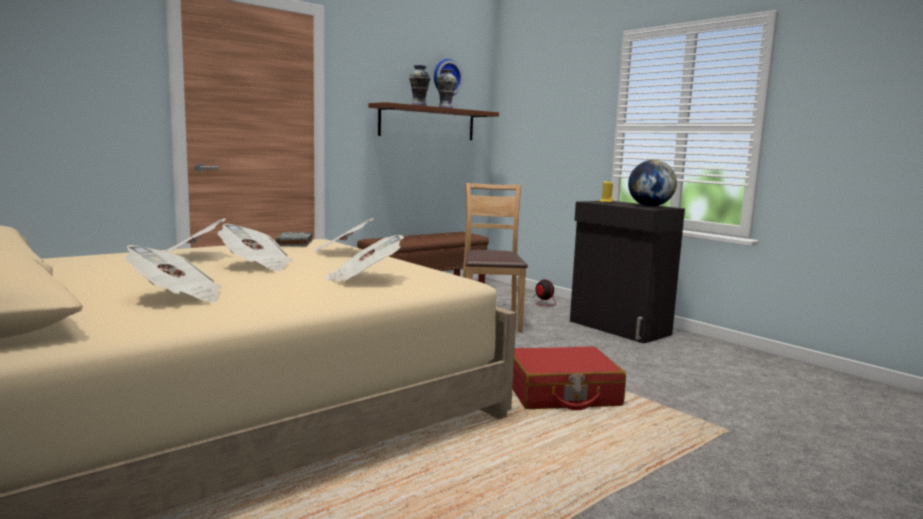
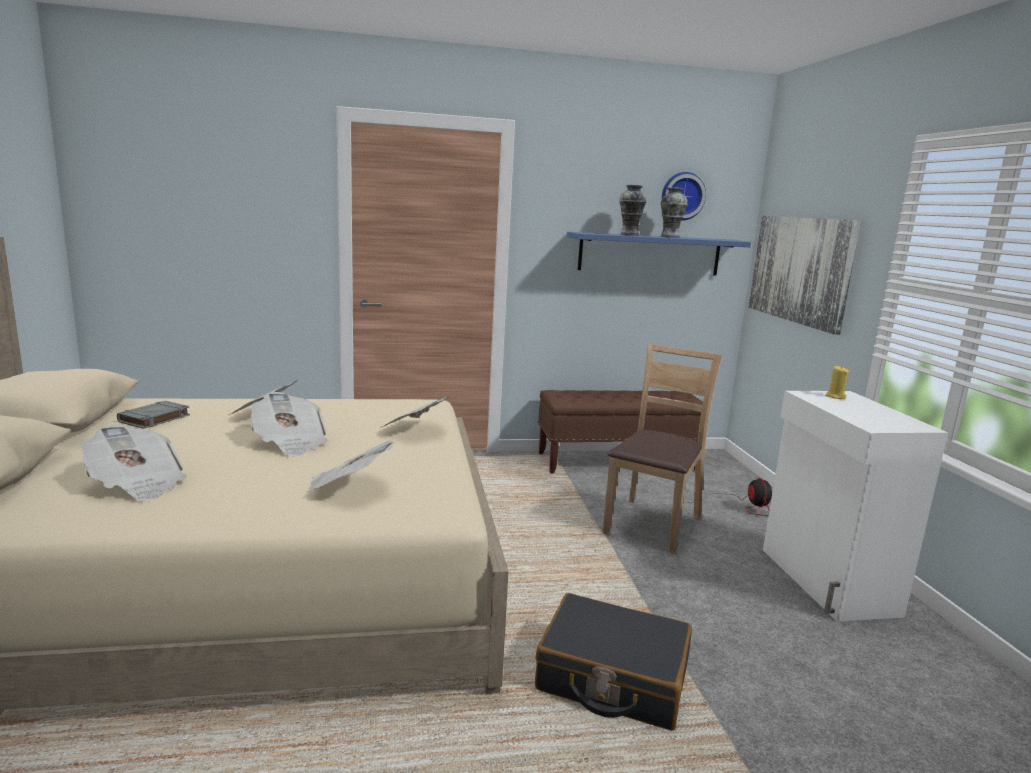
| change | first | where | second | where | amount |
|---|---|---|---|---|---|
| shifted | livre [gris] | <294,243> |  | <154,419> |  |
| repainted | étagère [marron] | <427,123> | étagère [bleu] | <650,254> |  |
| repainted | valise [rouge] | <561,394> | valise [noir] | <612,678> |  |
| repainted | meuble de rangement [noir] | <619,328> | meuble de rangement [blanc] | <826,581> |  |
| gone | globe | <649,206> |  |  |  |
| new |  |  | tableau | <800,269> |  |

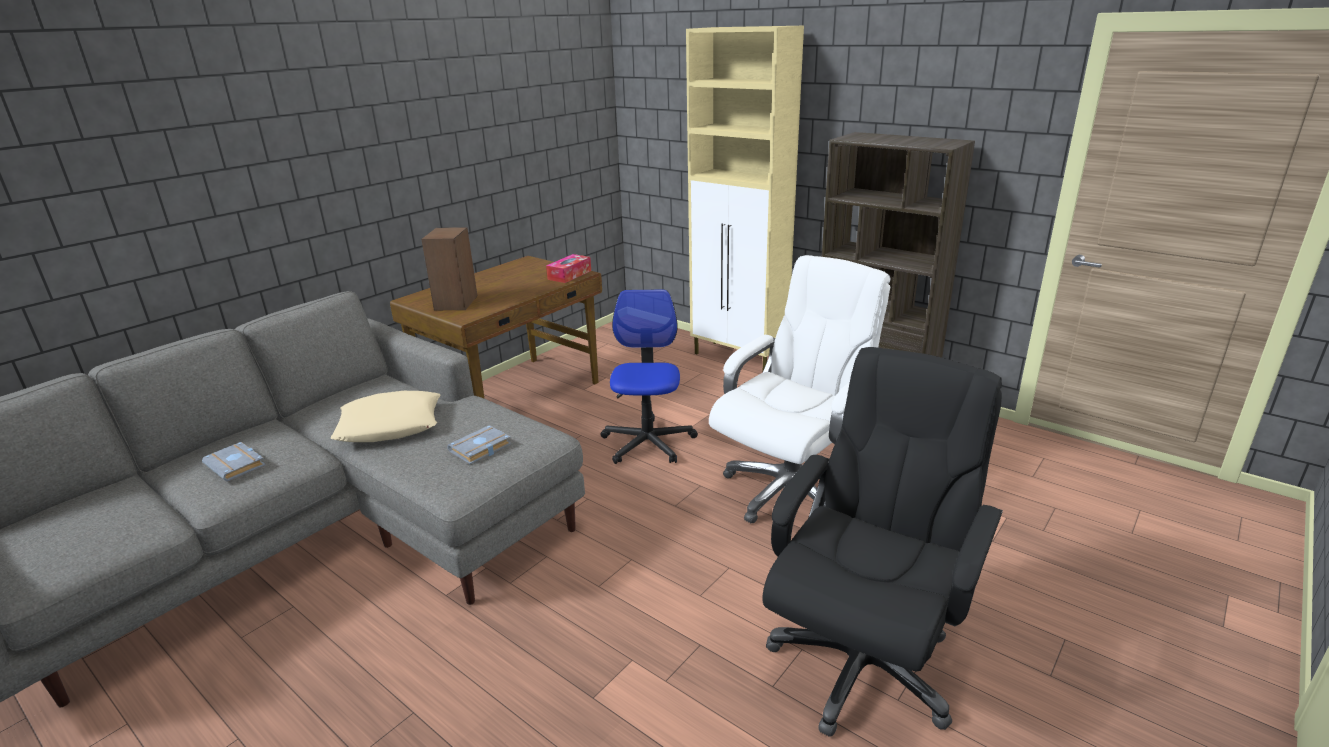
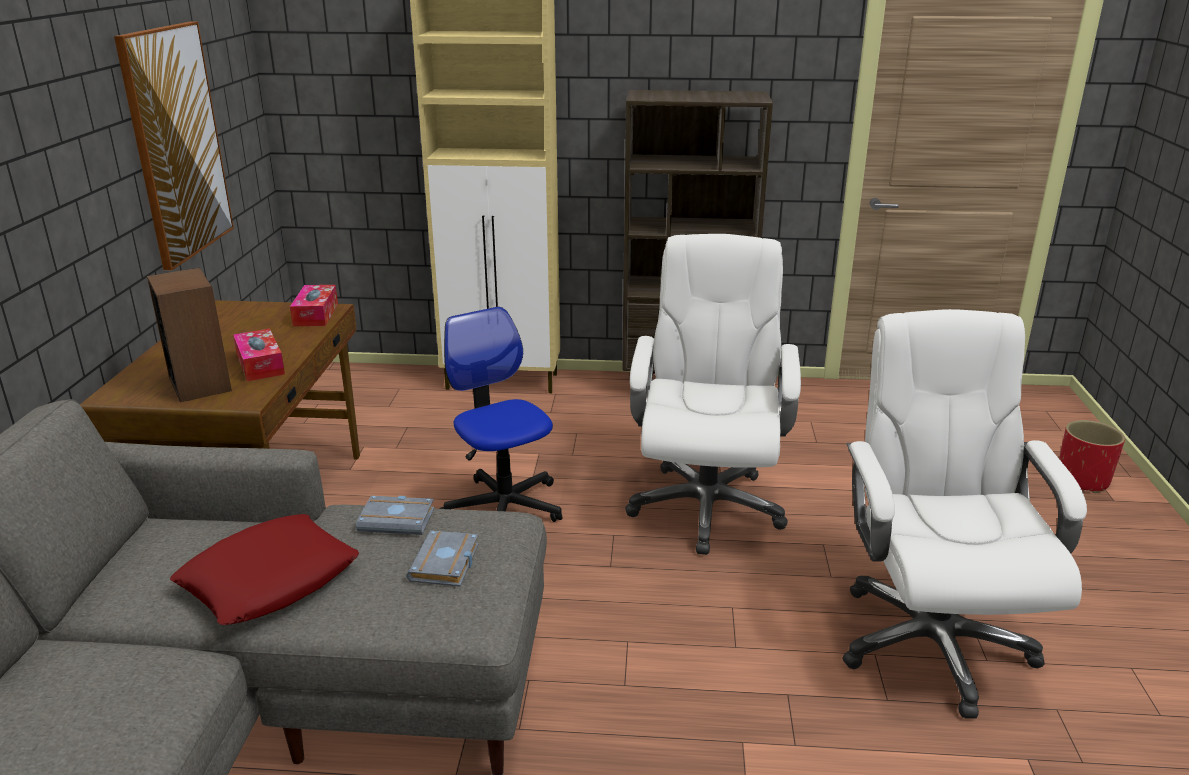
| change | first | where | second | where | amount |
|---|---|---|---|---|---|
| shifted | livre [gris] | <237,465> |  | <398,519> |  |
| repainted | coussin [beige] | <390,425> | coussin [rouge] | <270,579> |  |
| repainted | chaise de bureau [noir] | <863,662> | chaise de bureau [blanc] | <931,641> |  |
| new |  |  | tableau | <176,143> |  |
| new |  |  | boîte à mouchoirs | <260,364> |  |
| new |  |  | cache-pot [rouge] | <1082,480> |  |

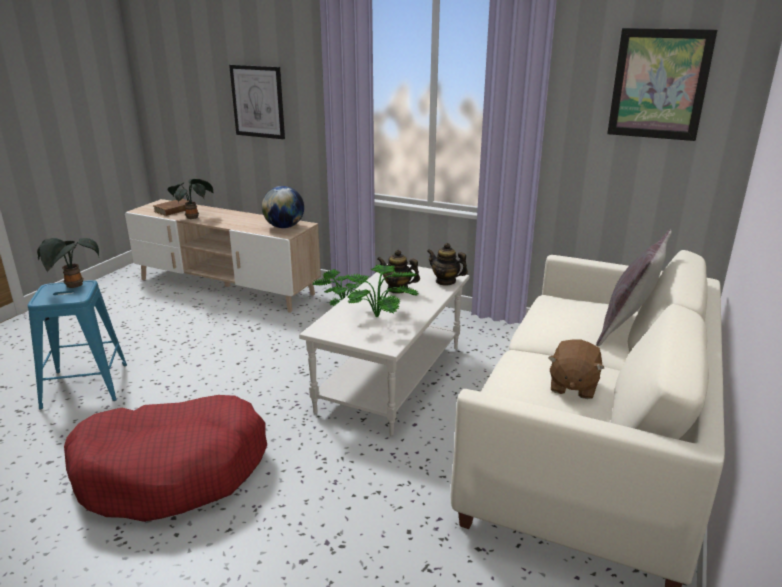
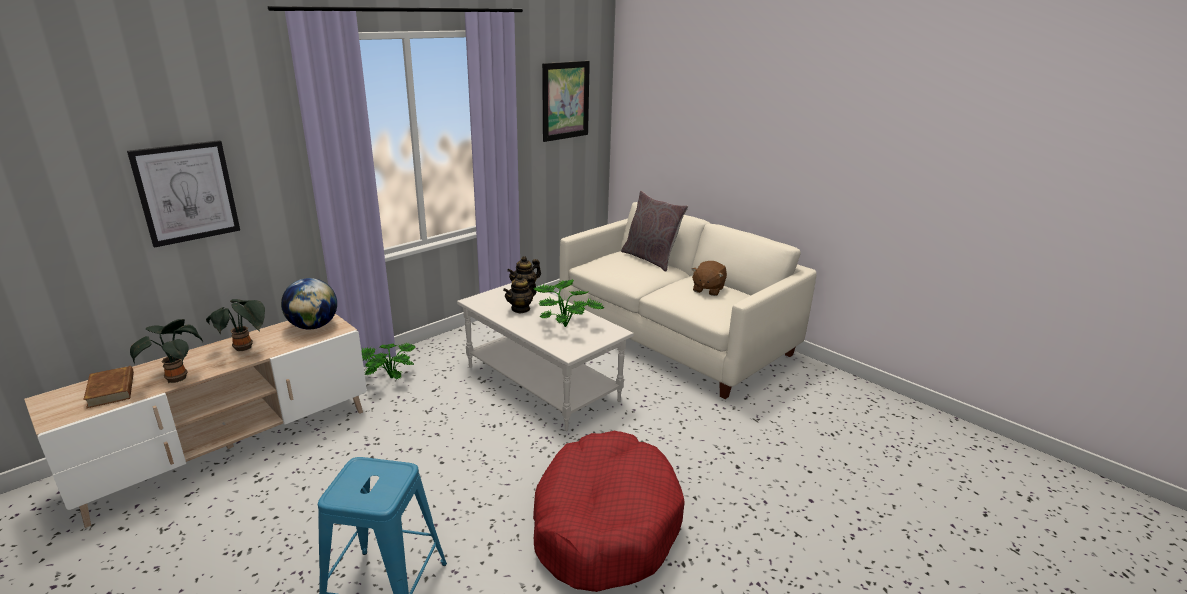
| change | first | where | second | where | amount |
|---|---|---|---|---|---|
| shifted | plante en pot | <73,286> |  | <245,348> |  |
| rotated | peluche [marron] | <572,386> |  | <707,289> | 75 degrees clockwise |

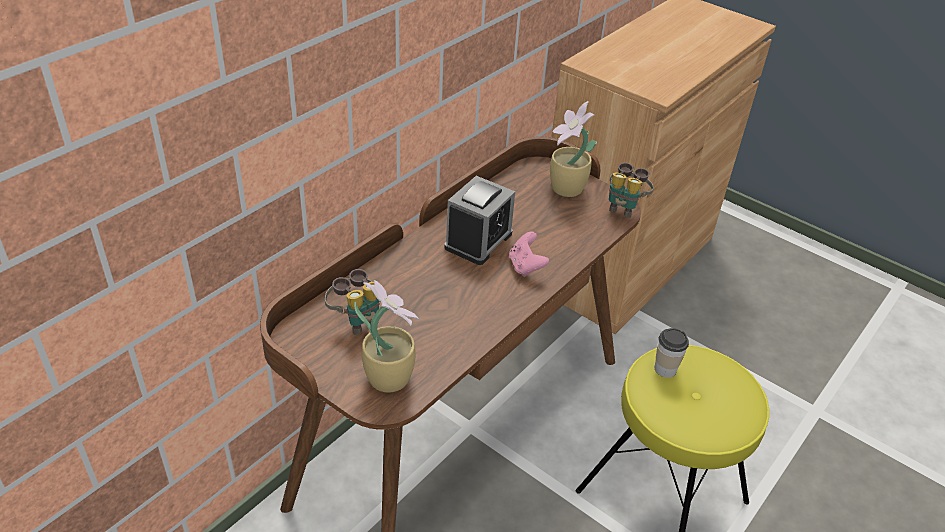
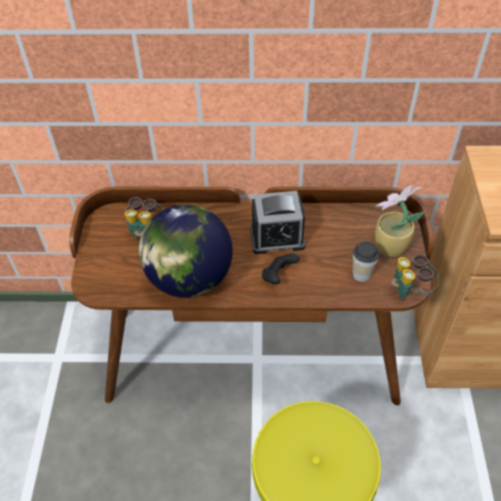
| change | first | where | second | where | amount |
|---|---|---|---|---|---|
| gone | plante en pot | <388,376> |  |  |  |
| repainted | manette [rose] | <526,266> | manette [noir] | <278,276> |  |
| shifted | tasse | <665,369> |  | <361,274> |  |
| new |  |  | globe | <189,279> |  |

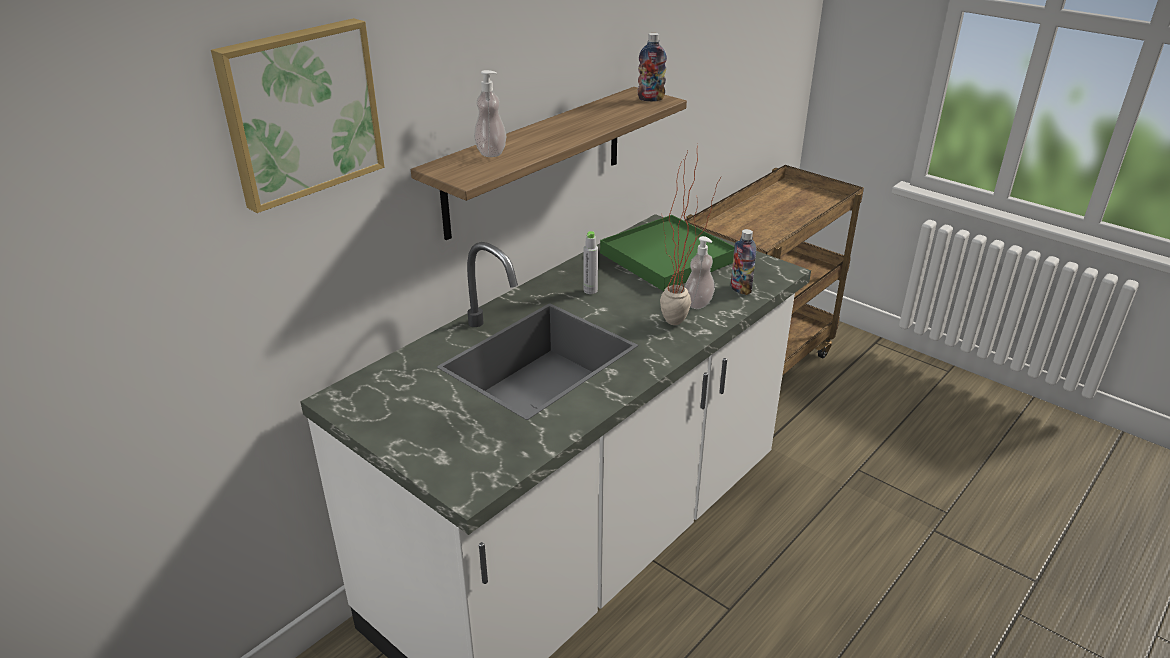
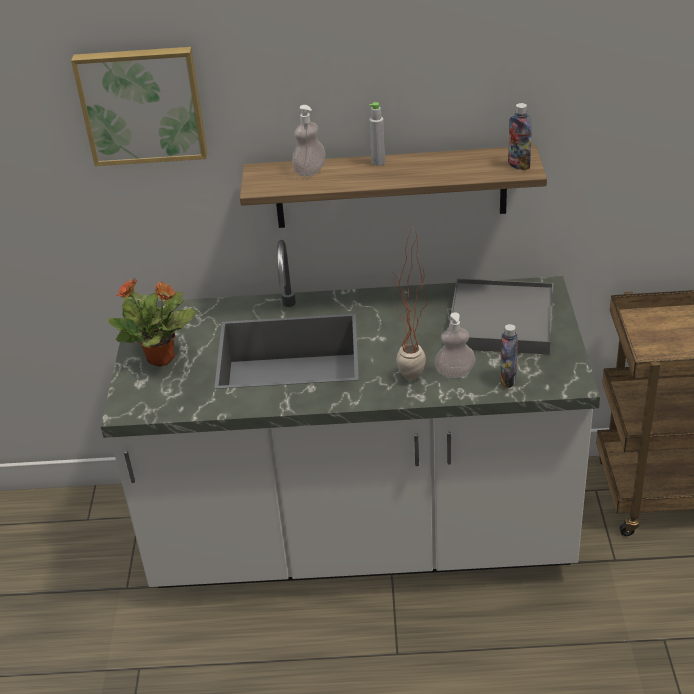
| change | first | where | second | where | amount |
|---|---|---|---|---|---|
| shifted | bouteille [gris] | <590,290> |  | <378,162> |  |
| repainted | plateau [vert] | <667,257> | plateau [gris] | <501,321> |  |
| new |  |  | plante en pot | <162,358> |  |

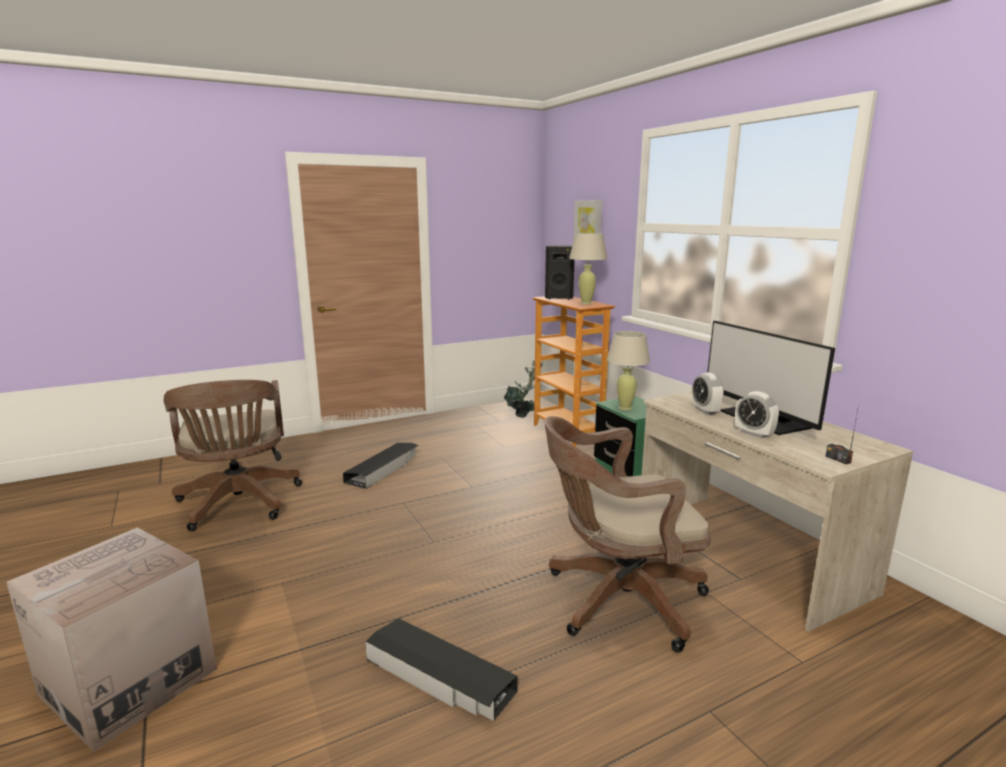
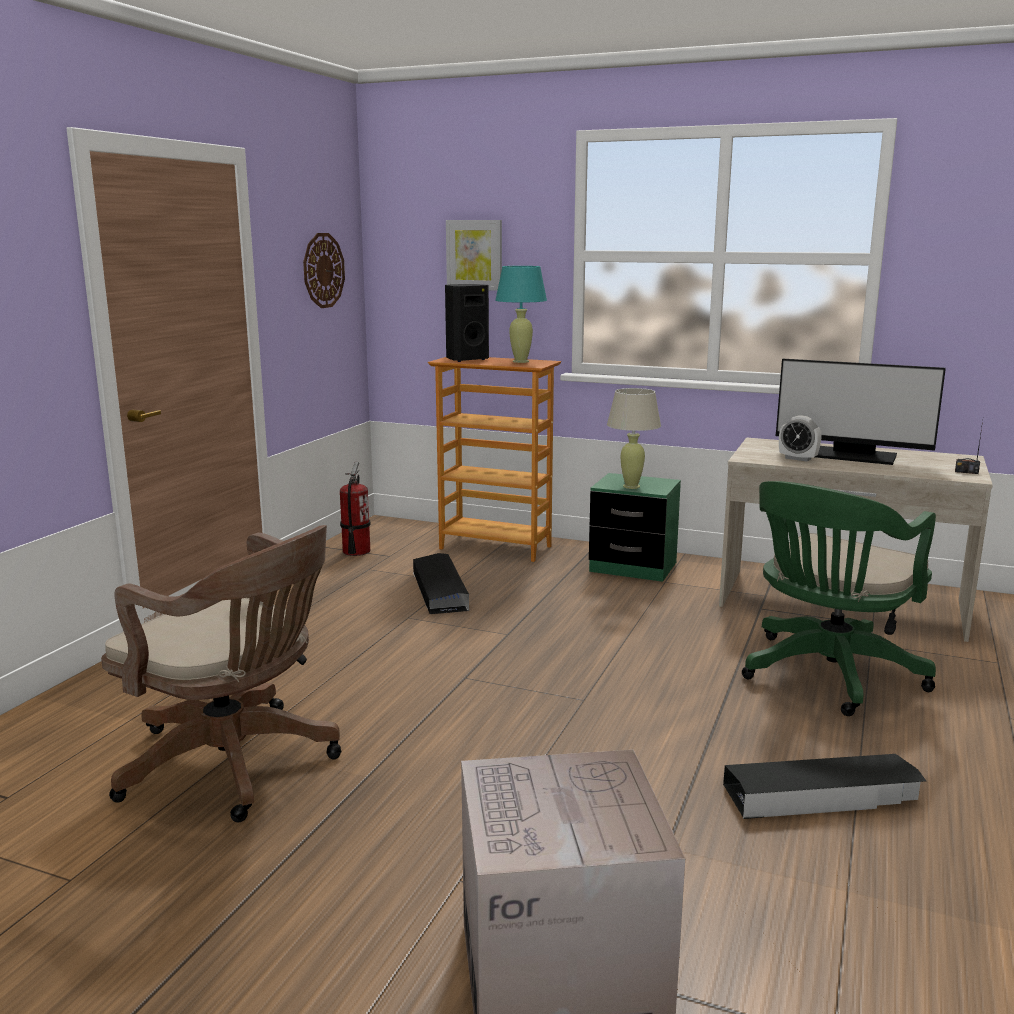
| change | first | where | second | where | amount |
|---|---|---|---|---|---|
| shifted | boîte de rangement [noir] | <383,469> |  | <440,590> |  |
| gone | plante en pot | <524,415> |  |  |  |
| repainted | chaise de bureau [marron] | <617,600> | chaise de bureau [vert] | <827,676> |  |
| repainted | lampe de table [beige] | <586,303> | lampe de table [turquoise] | <521,361> |  |
| gone | réveil | <754,433> |  |  |  |
| new |  |  | horloge murale | <323,270> |  |
| new |  |  | extincteur | <356,551> |  |

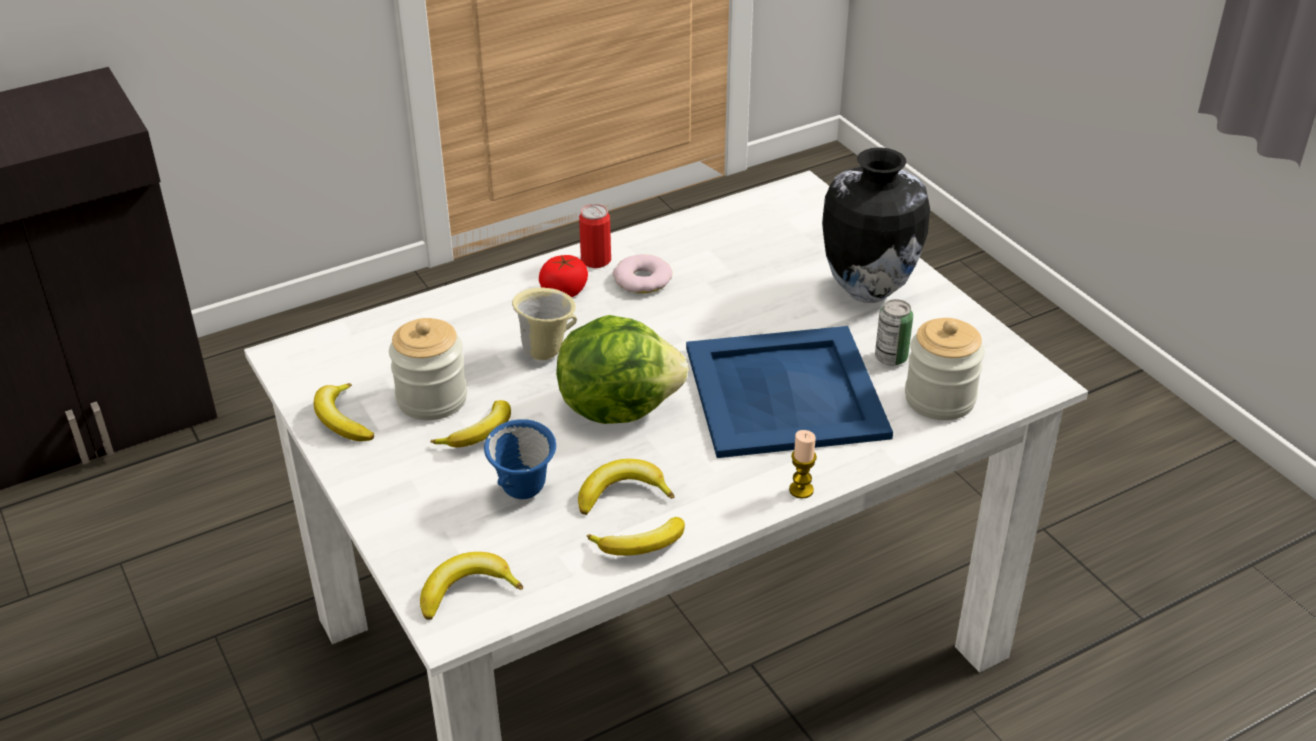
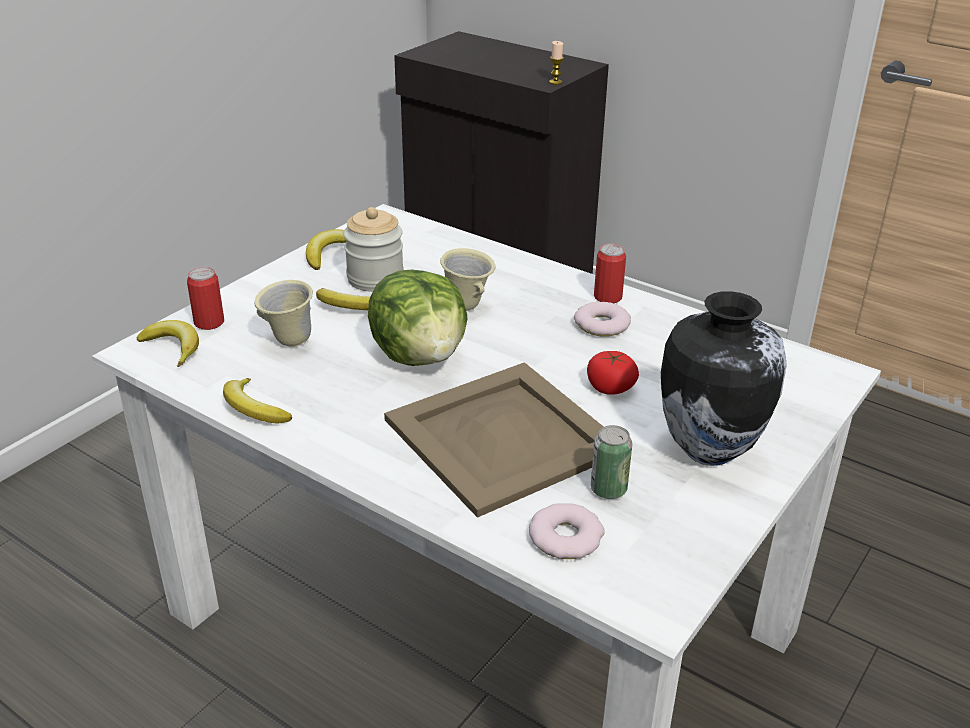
| change | first | where | second | where | amount |
|---|---|---|---|---|---|
| repainted | mug [bleu] | <524,494> | mug [beige] | <289,343> |  |
| shifted | tomate | <564,291> |  | <610,387> |  |
| gone | banane | <622,494> |  |  |  |
| repainted | plateau [bleu] | <783,391> | plateau [beige] | <503,434> |  |
| shifted | bougie | <801,490> |  | <555,82> |  |
| swapped | bocal | <939,399> | beignet | <565,537> |  |
| new |  |  | boîte métallique | <209,322> |  |

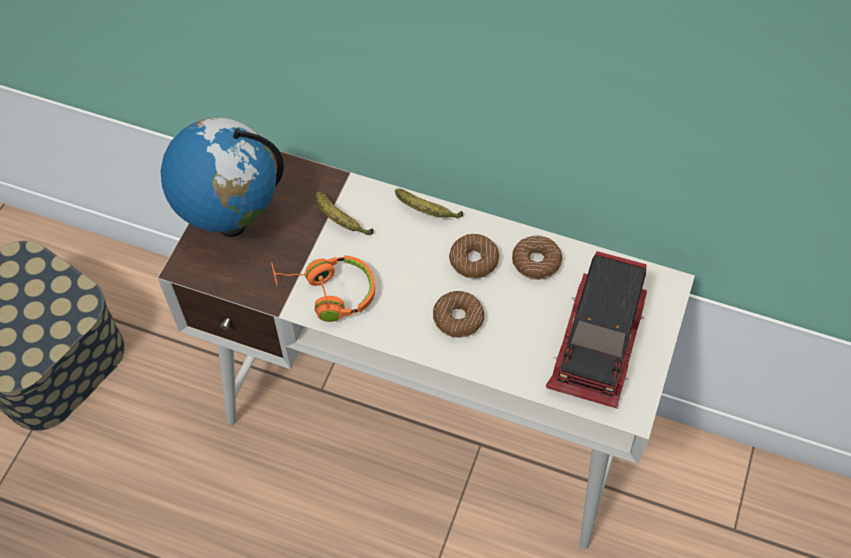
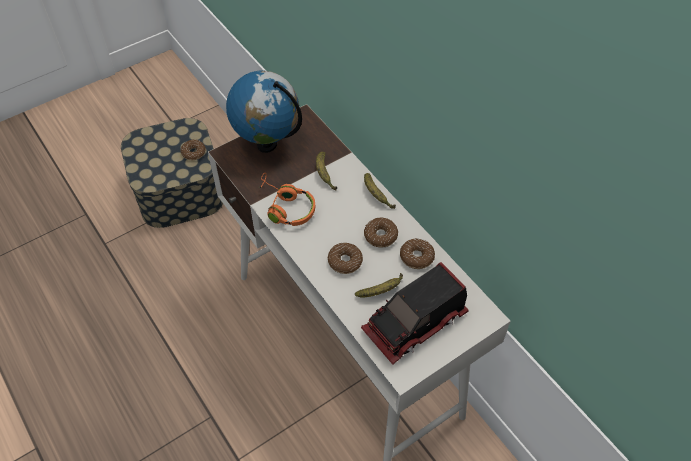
| change | first | where | second | where | amount |
|---|---|---|---|---|---|
| new |  |  | beignet | <193,153> |  |
| new |  |  | banane | <382,290> |  |

